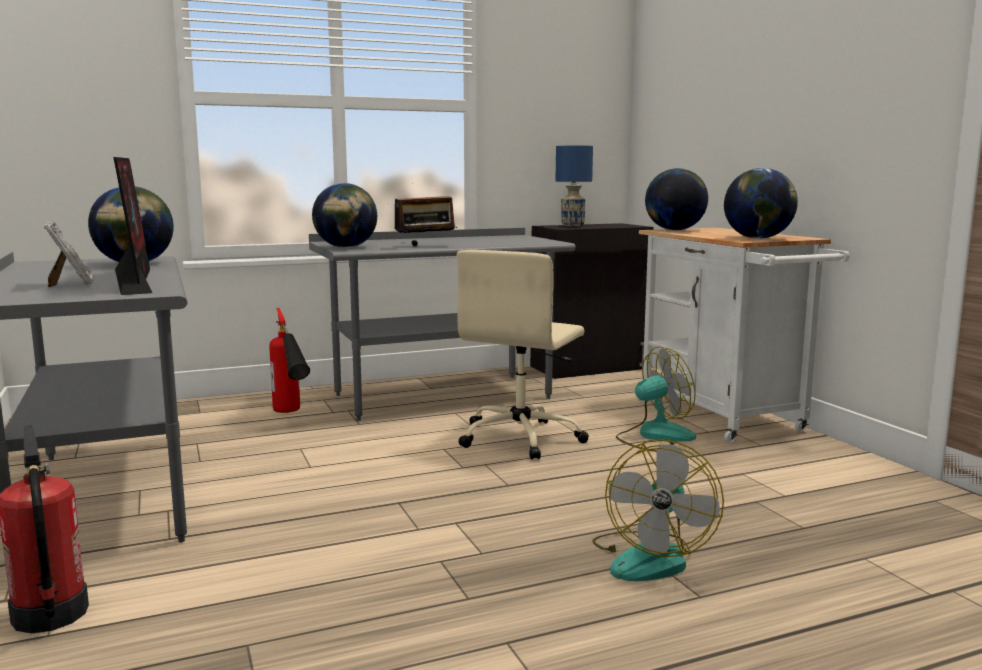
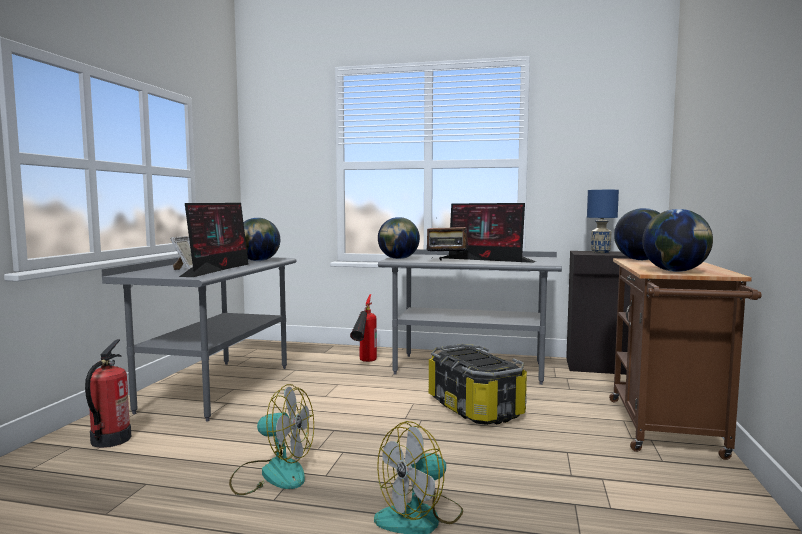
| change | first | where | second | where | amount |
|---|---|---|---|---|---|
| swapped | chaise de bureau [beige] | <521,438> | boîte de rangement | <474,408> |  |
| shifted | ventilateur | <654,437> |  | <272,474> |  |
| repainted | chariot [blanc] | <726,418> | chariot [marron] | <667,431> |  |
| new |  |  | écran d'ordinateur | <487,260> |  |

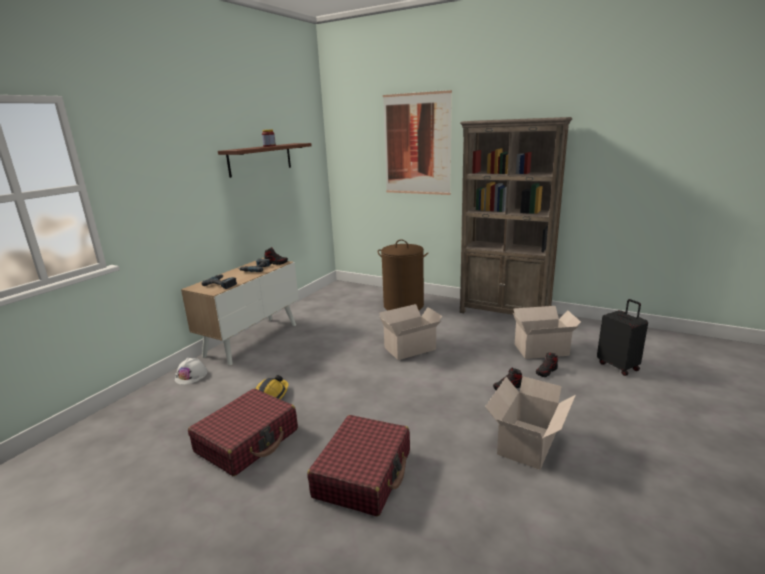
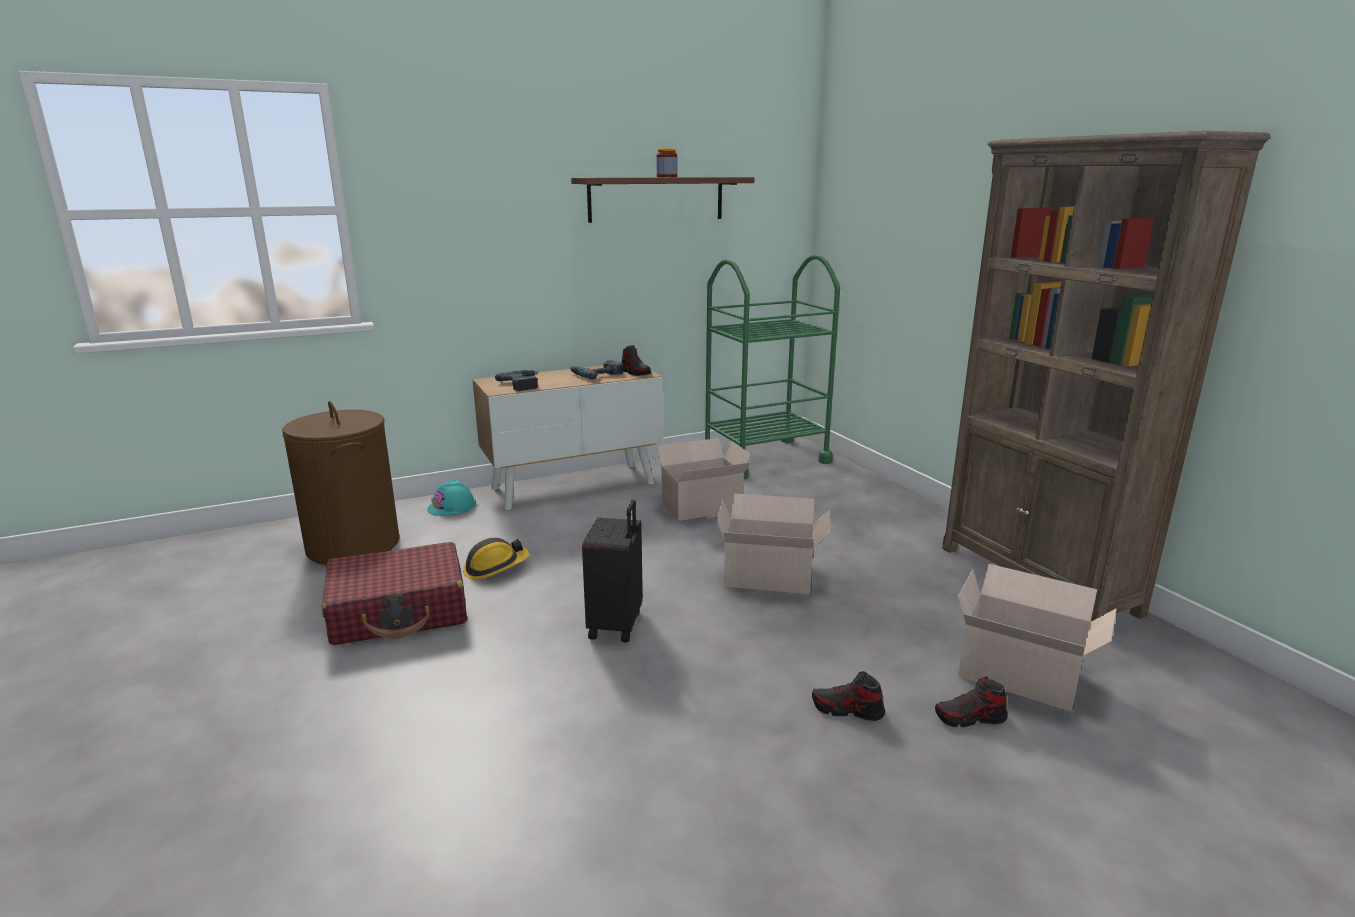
| change | first | where | second | where | amount |
|---|---|---|---|---|---|
| repainted | casque de chantier [blanc] | <191,375> | casque de chantier [turquoise] | <452,506> |  |
| gone | valise [rouge] | <363,474> |  |  |  |
| shifted | panier à linge [marron] | <403,306> |  | <354,545> |  |
| gone | tableau | <417,144> |  |  |  |
| shifted | carton | <526,444> |  | <699,506> |  |
| shifted | valise [noir] | <618,366> |  | <617,625> |  |
| new |  |  | chariot [vert] | <765,458> |  |

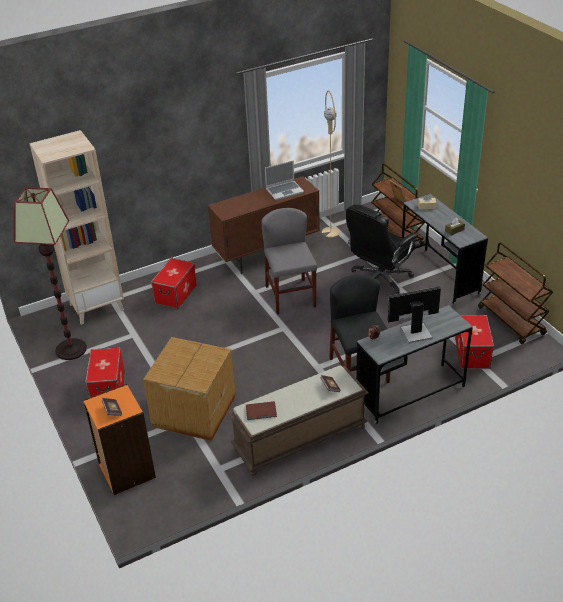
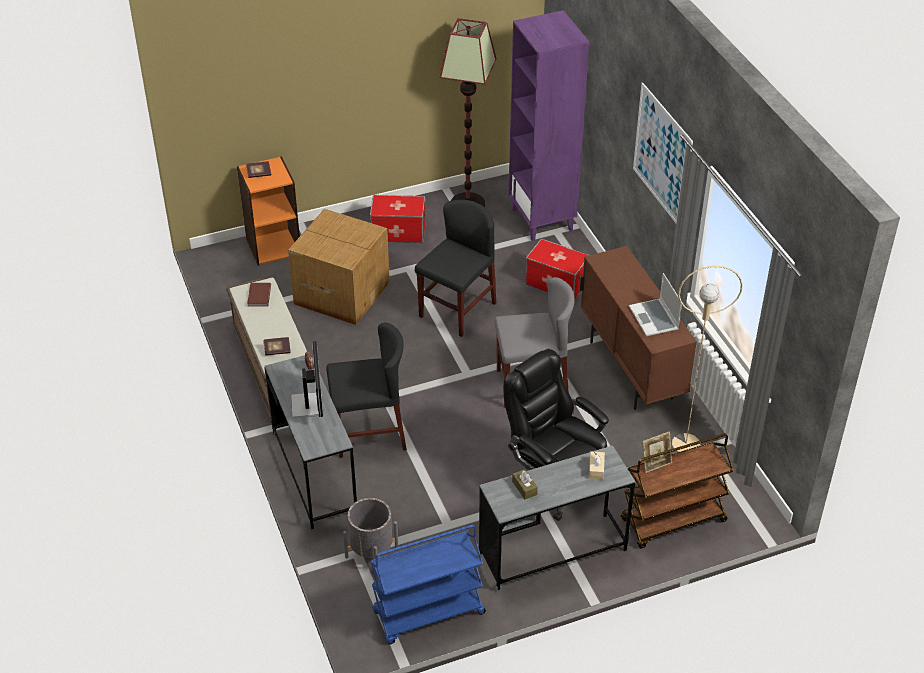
| change | first | where | second | where | amount |
|---|---|---|---|---|---|
| repainted | bibliothèque [beige] | <97,306> | bibliothèque [violet] | <542,220> |  |
| swapped | boîte de rangement | <472,353> | cache-pot [gris] | <371,552> |  |
| repainted | chariot [marron] | <511,321> | chariot [bleu] | <428,614> |  |
| new |  |  | chaise [noir] | <457,310> |  |
| new |  |  | tableau | <662,155> |  |

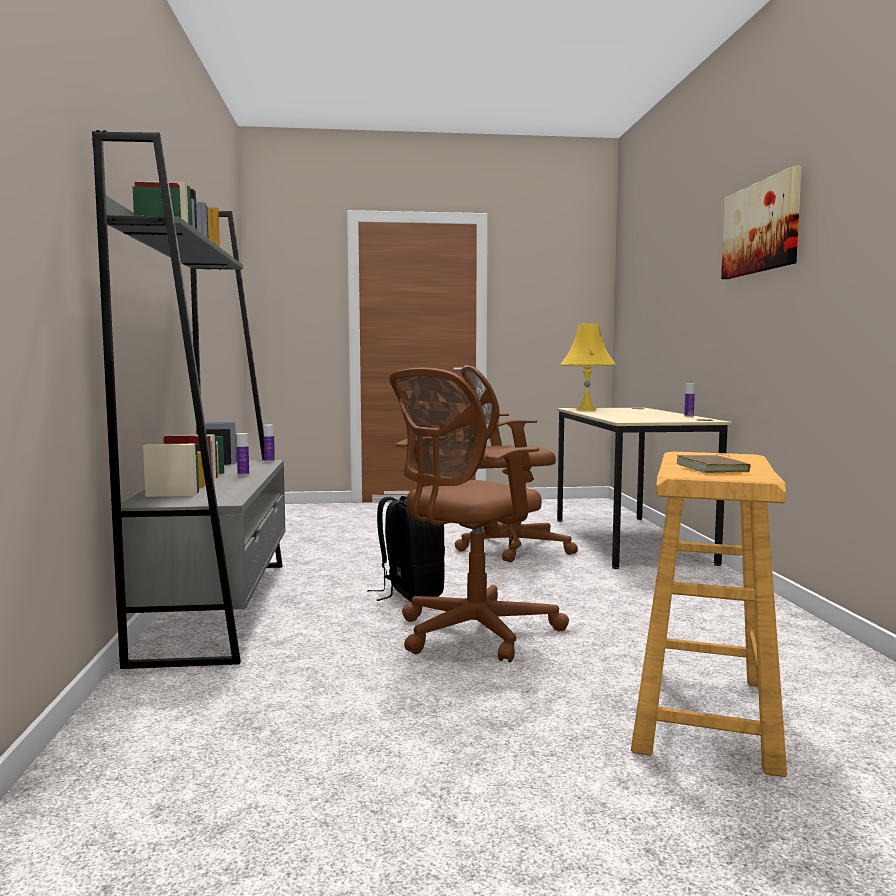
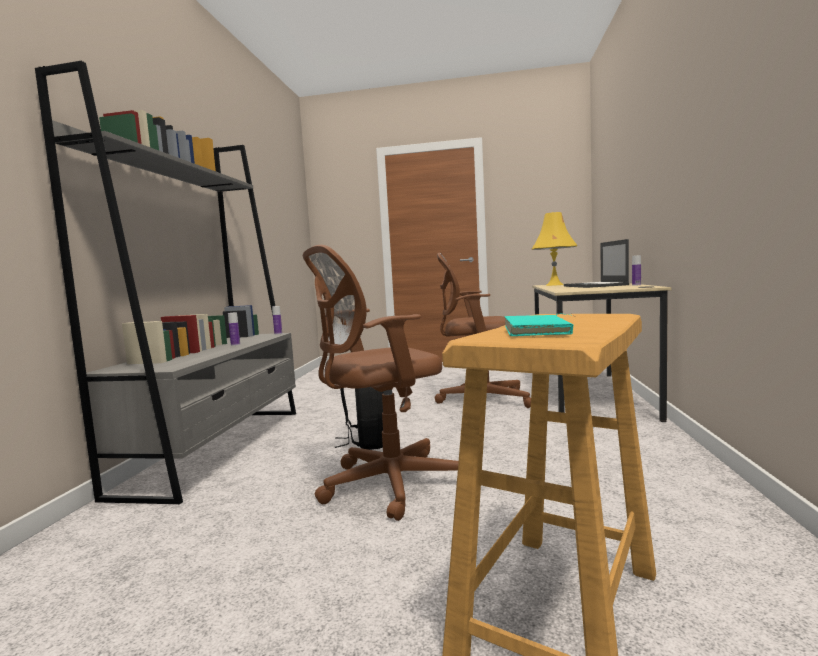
| change | first | where | second | where | amount |
|---|---|---|---|---|---|
| repainted | livre [marron] | <714,468> | livre [turquoise] | <539,331> |  |
| gone | tableau | <761,227> |  |  |  |
| new |  |  | ordinateur portable | <595,285> |  |

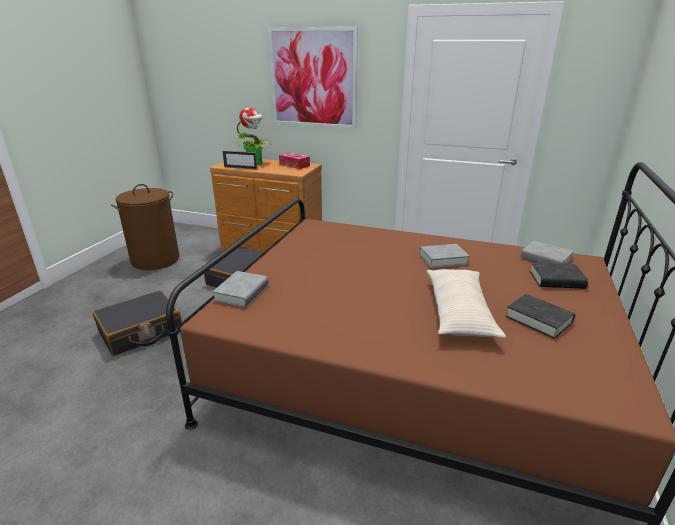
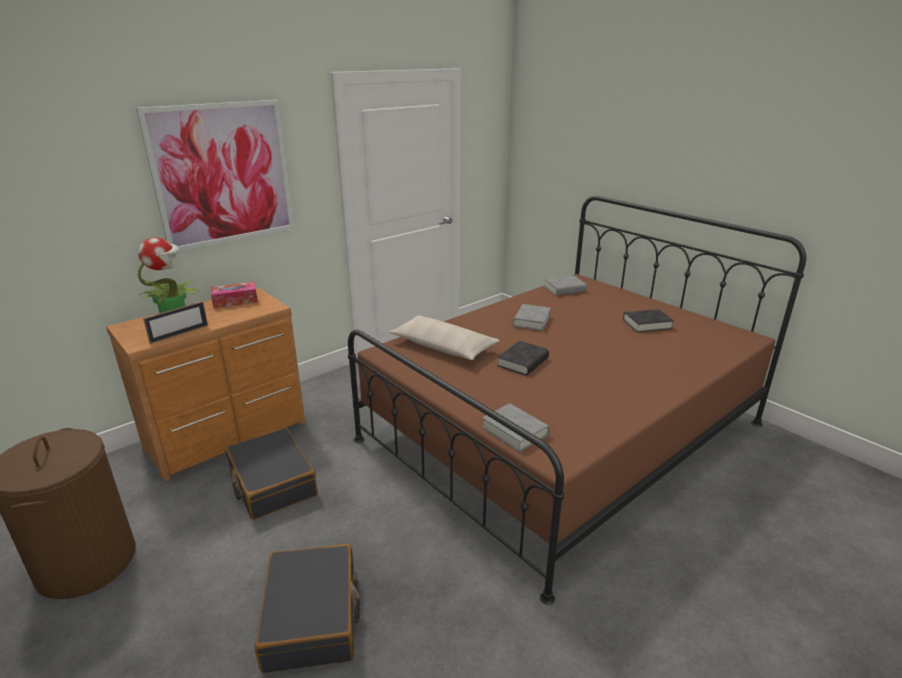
| change | first | where | second | where | amount |
|---|---|---|---|---|---|
| shifted | coussin [beige] | <459,311> |  | <443,347> |  |
| shifted | livre [noir] | <556,280> |  | <523,362> |  |

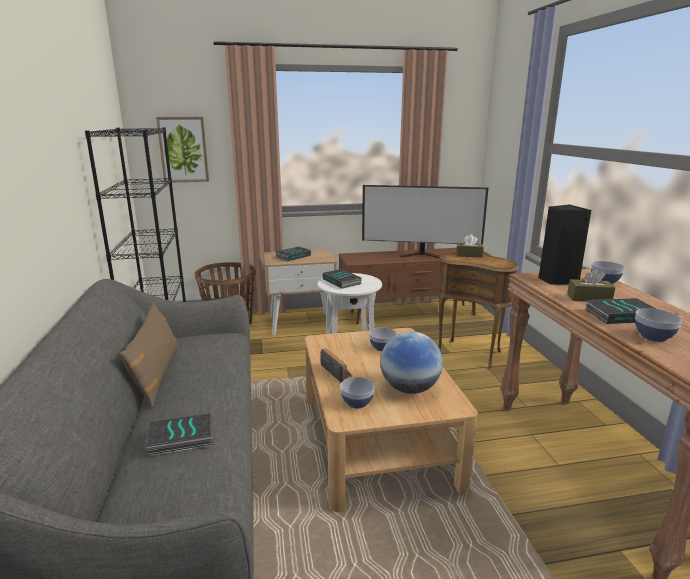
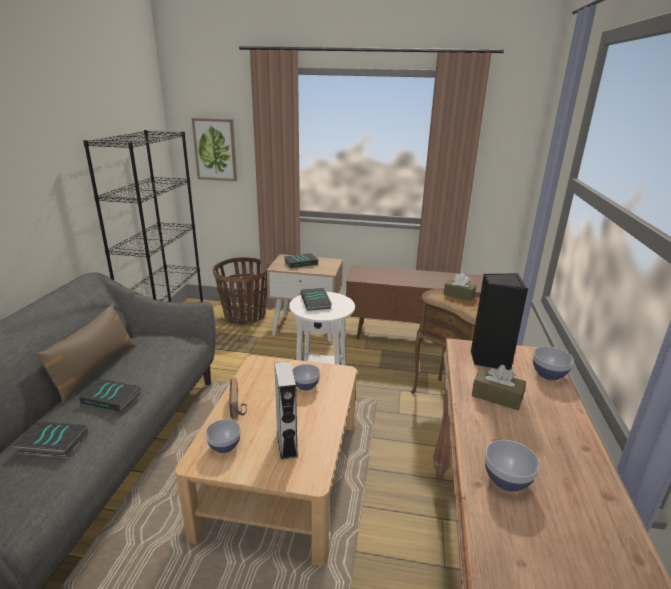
| change | first | where | second | where | amount |
|---|---|---|---|---|---|
| gone | téléviseur | <423,255> |  |  |  |
| swapped | globe | <409,389> | enceinte [gris] | <286,443> |  |
| shifted | livre | <620,315> |  | <112,398> |  |

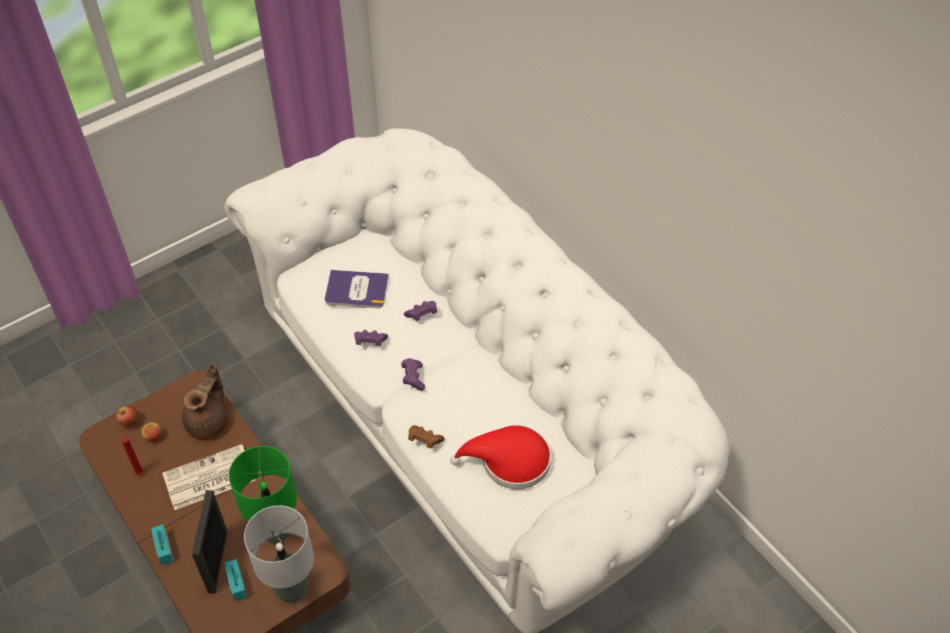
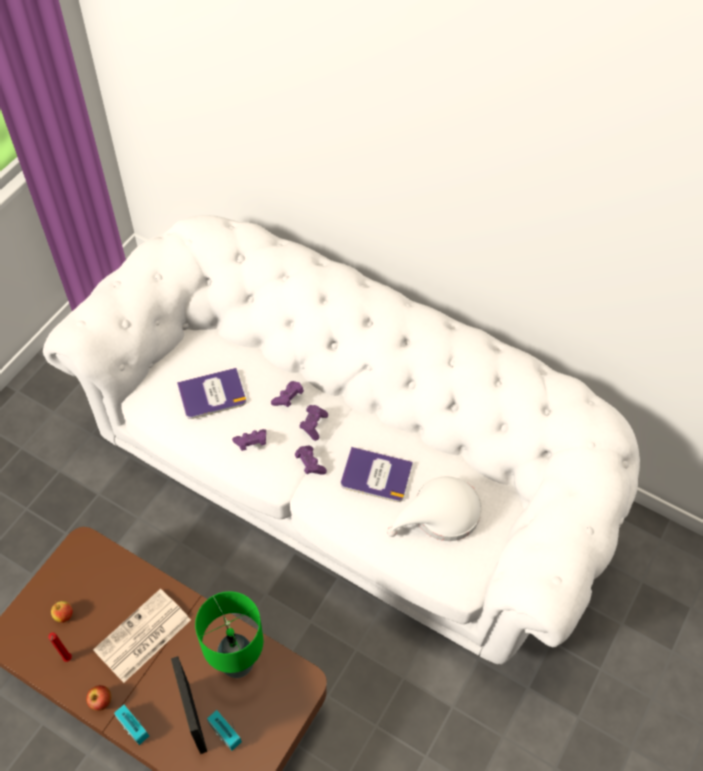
| change | first | where | second | where | amount |
|---|---|---|---|---|---|
| shifted | pomme | <129,422> |  | <101,701> |  |
| gone | théière [marron] | <209,421> |  |  |  |
| gone | lampe de table [gris] | <292,590> |  |  |  |
| gone | manette [marron] | <424,440> |  |  |  |
| repainted | chapeau [rouge] | <509,461> | chapeau [blanc] | <440,514> |  |
| new |  |  | manette [violet] | <313,425> |  |
| new |  |  | livre | <376,475> |  |

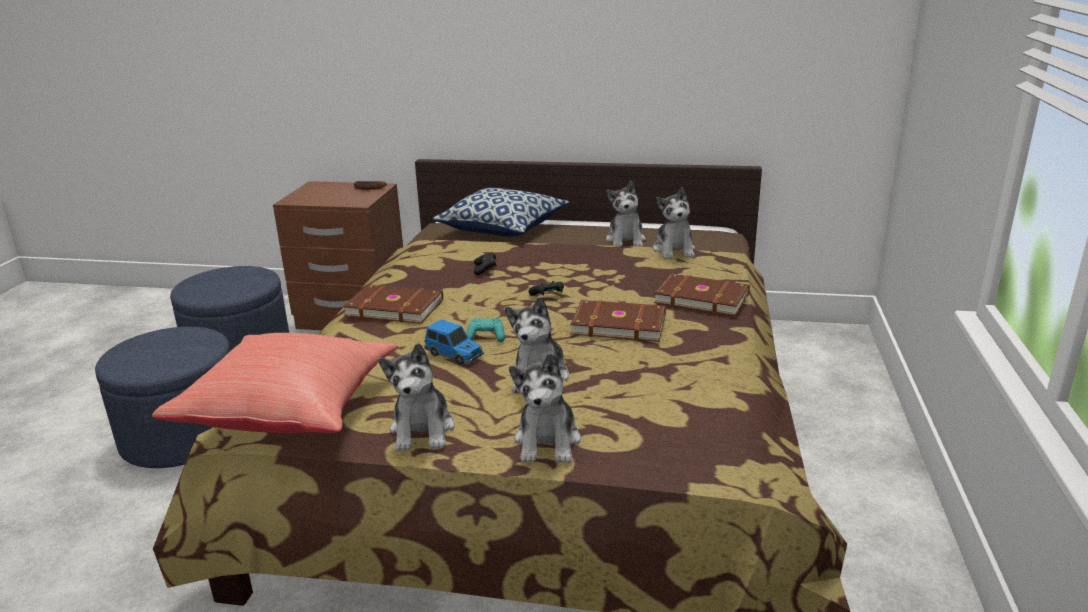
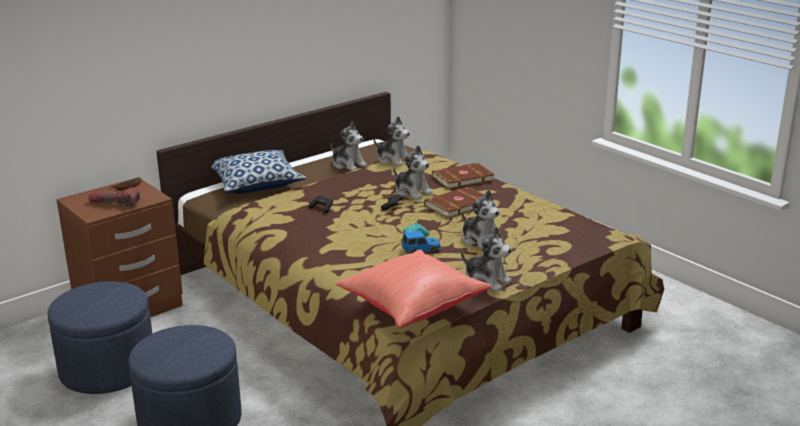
| change | first | where | second | where | amount |
|---|---|---|---|---|---|
| gone | livre [marron] | <395,307> |  |  |  |
| shifted | peluche | <548,441> |  | <412,192> |  |
| new |  |  | lampe de poche | <115,203> |  |

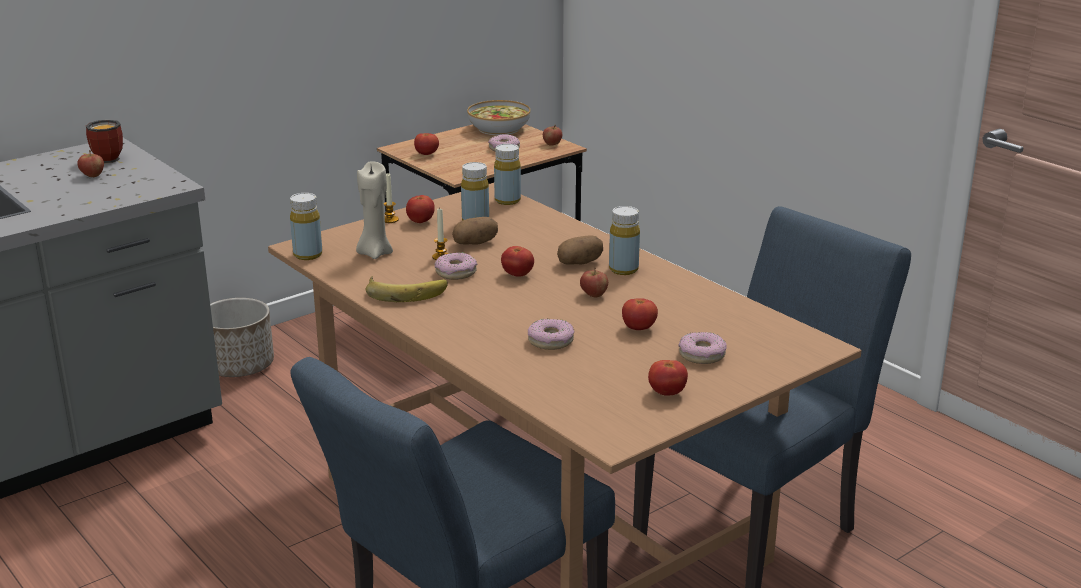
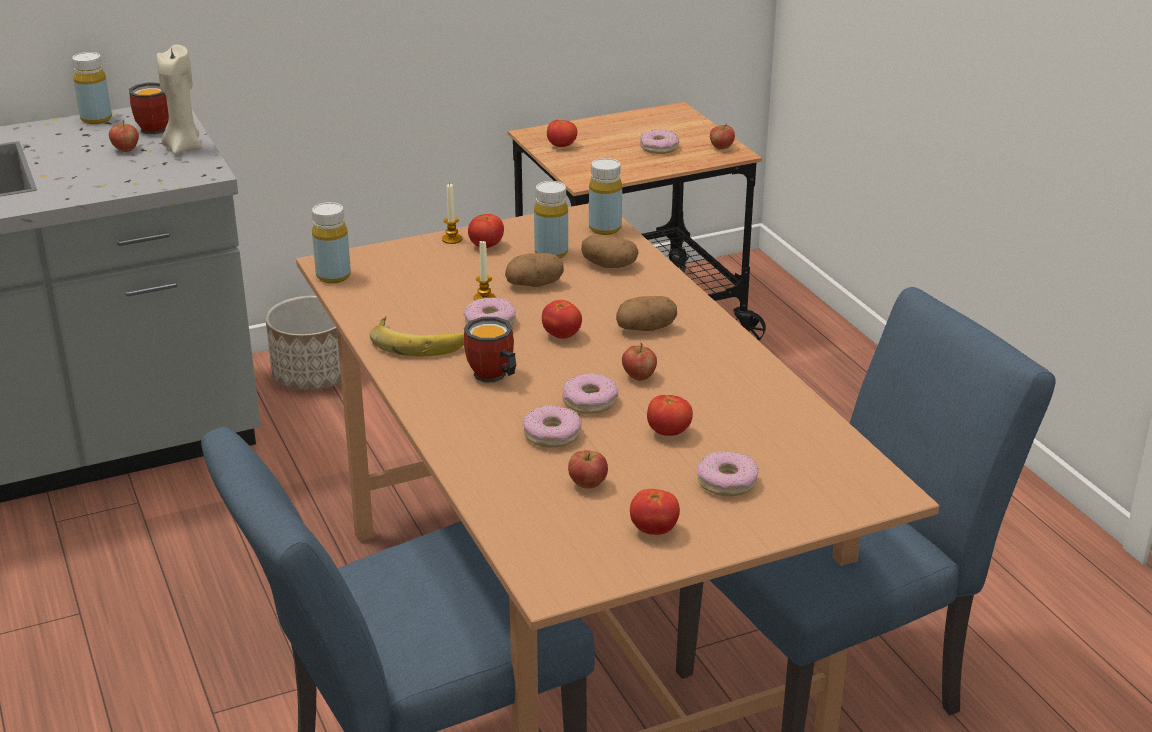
| change | first | where | second | where | amount |
|---|---|---|---|---|---|
| shifted | bougie [beige] | <374,253> |  | <183,148> |  |
| gone | bol | <498,128> |  |  |  |
| shifted | bouteille [jaune] | <623,269> |  | <96,119> |  |
| new |  |  | mug | <491,377> |  |
| new |  |  | beignet | <589,401> |  |
| new |  |  | pomme | <587,484> |  |
| new |  |  | pomme de terre | <608,265> |  |

